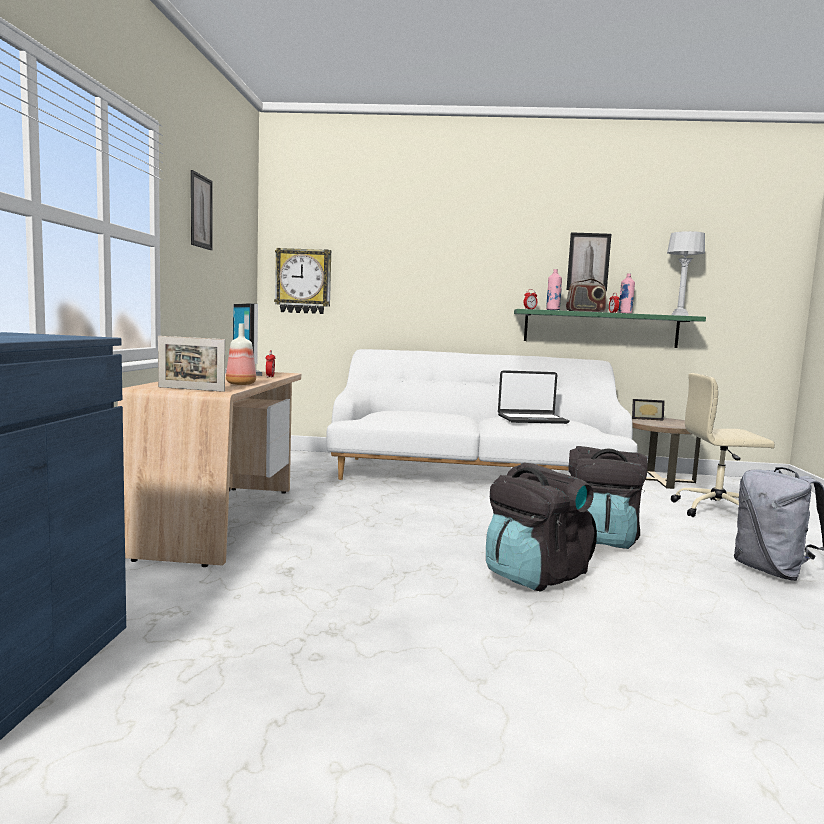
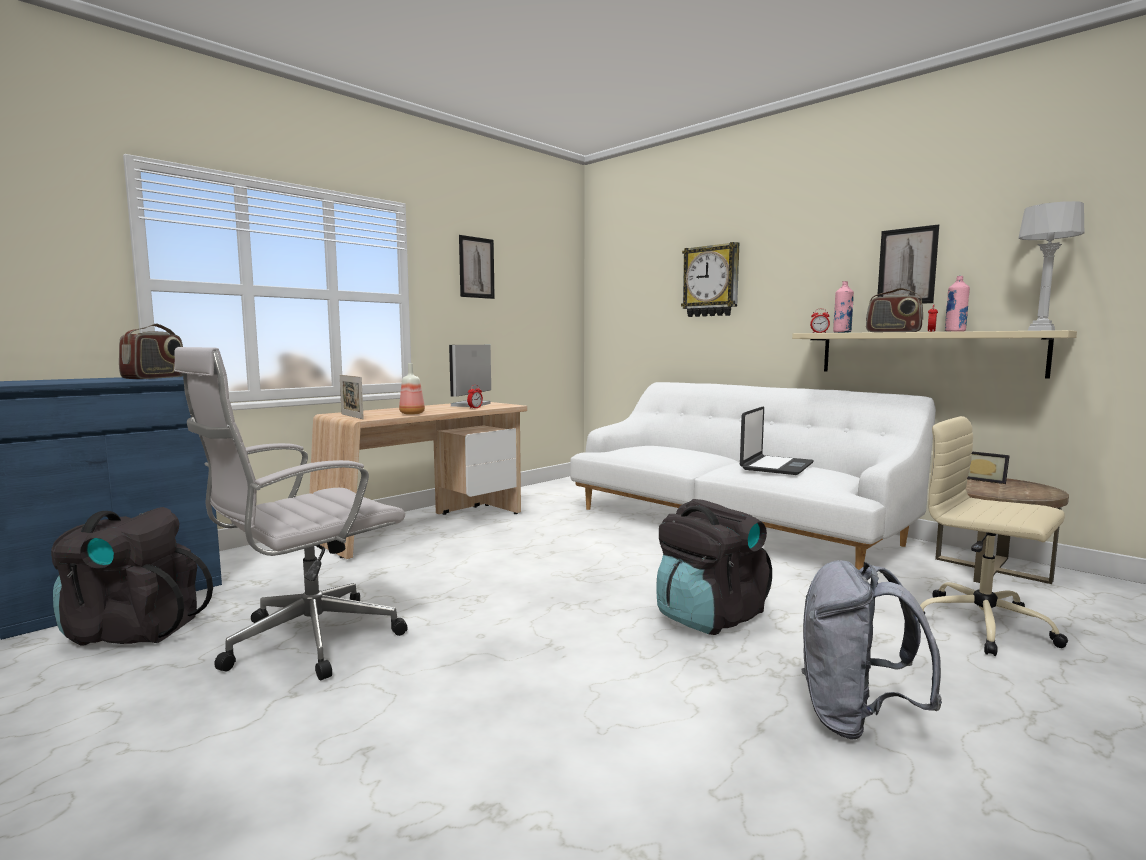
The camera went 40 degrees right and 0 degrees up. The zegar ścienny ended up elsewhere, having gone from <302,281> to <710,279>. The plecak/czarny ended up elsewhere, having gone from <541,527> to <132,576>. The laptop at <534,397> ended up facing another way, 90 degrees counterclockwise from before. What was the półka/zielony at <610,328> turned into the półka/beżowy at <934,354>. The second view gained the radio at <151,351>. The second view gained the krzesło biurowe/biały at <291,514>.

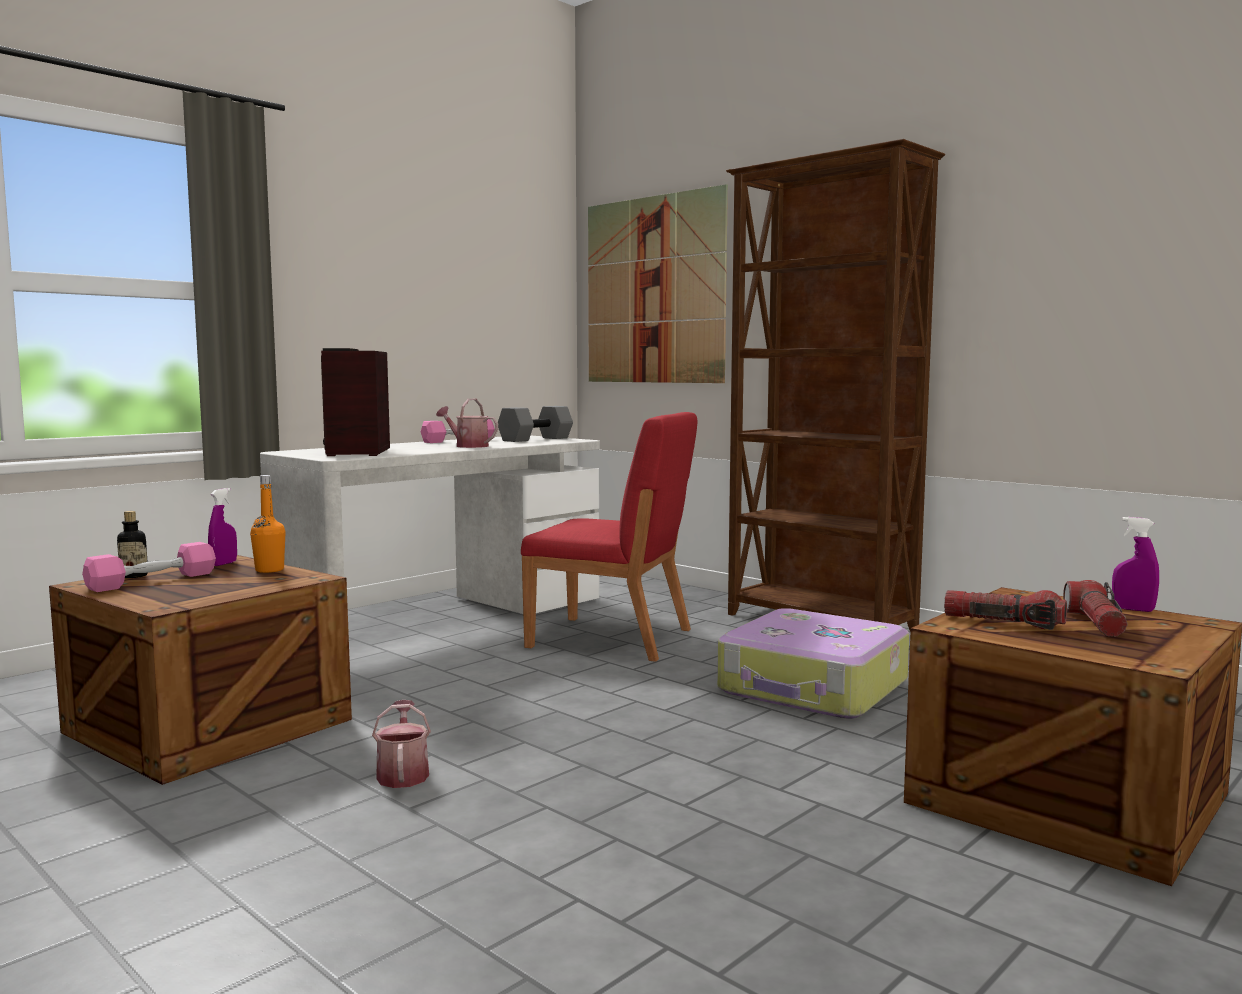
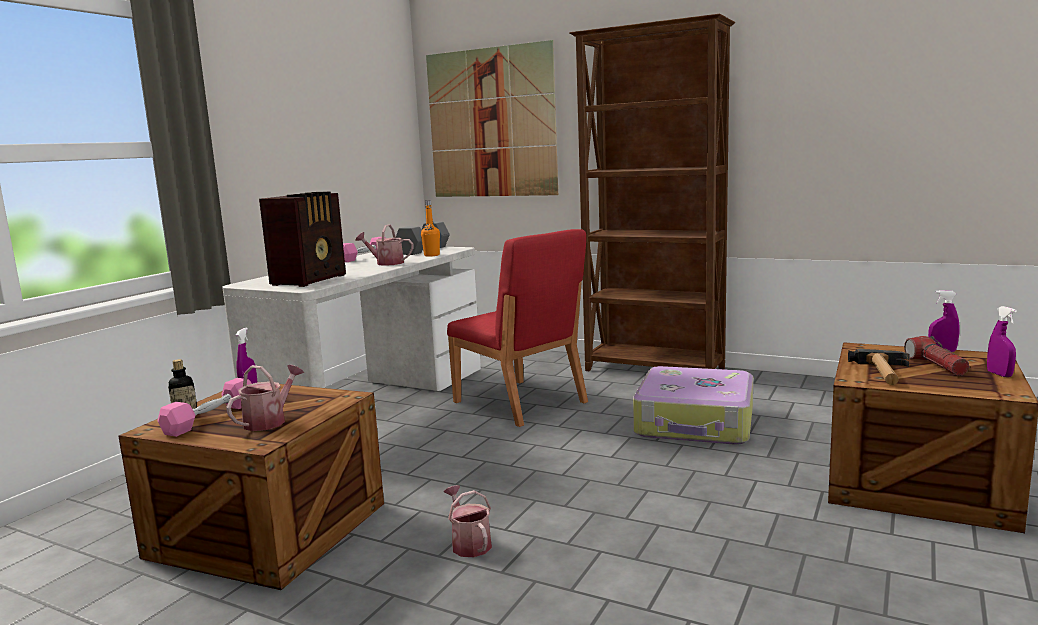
The camera went 15 degrees left and 5 degrees up. The butelka/pomarańczowy ended up elsewhere, having gone from <268,524> to <430,228>. The radio at <355,402> ended up facing another way, 135 degrees counterclockwise from before. The krzesło/czerwony at <609,537> ended up facing another way, 45 degrees clockwise from before. Where the latarka stood at <1005,610>, the młotek came to stand at <879,367>. The second view gained the konewka at <265,398>. The second view gained the spryskiwacz/fioletowy at <1002,341>.

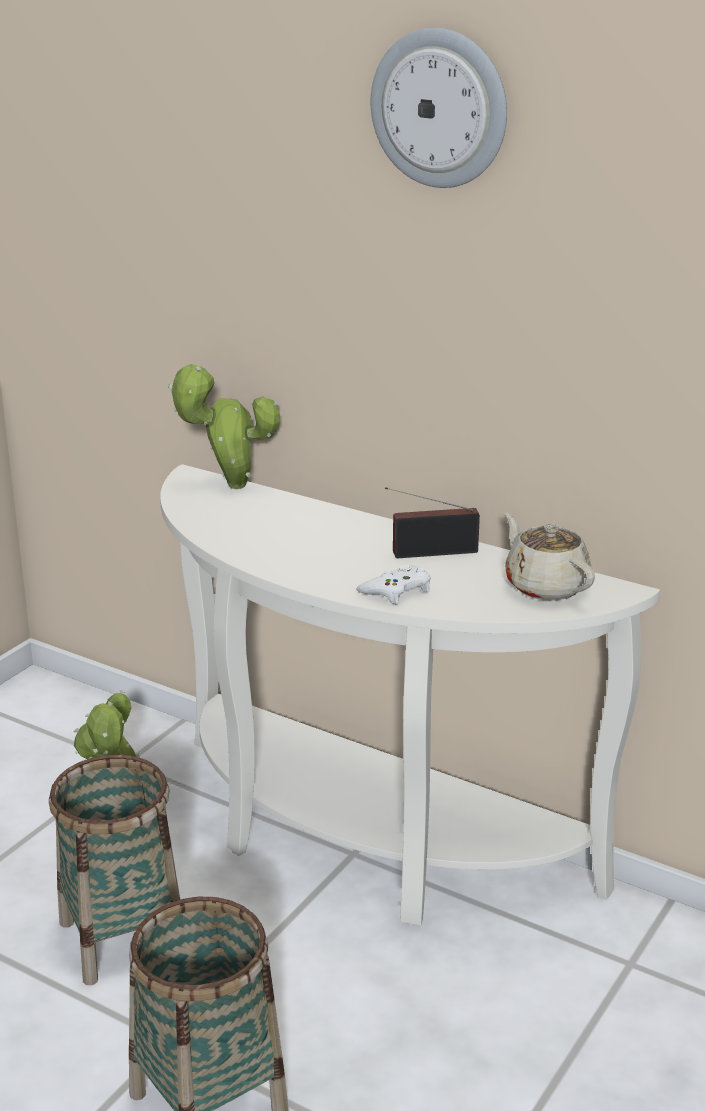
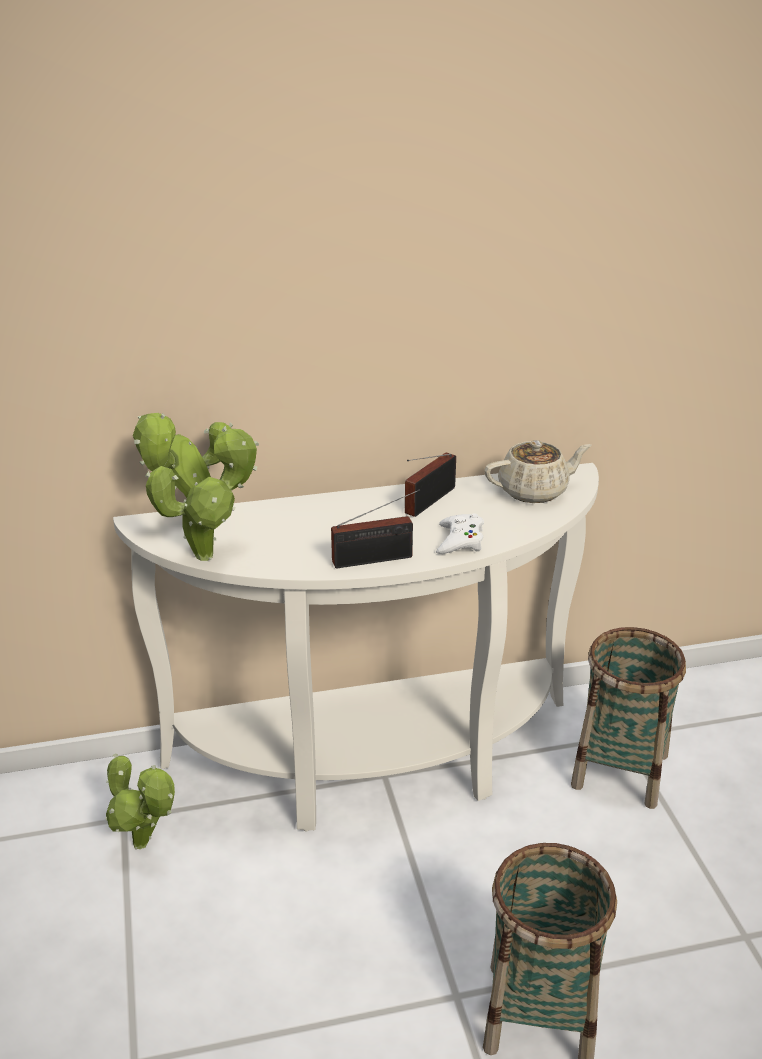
The camera went 45 degrees left and 5 degrees up. The koszyk ended up elsewhere, having gone from <114,870> to <628,718>. The second view lost the zegar ścienny at <439,107>. The imbryk/beżowy at <549,556> ended up facing another way, 150 degrees clockwise from before. The second view gained the roślina doniczkowa at <202,493>. The second view gained the radio at <375,528>.

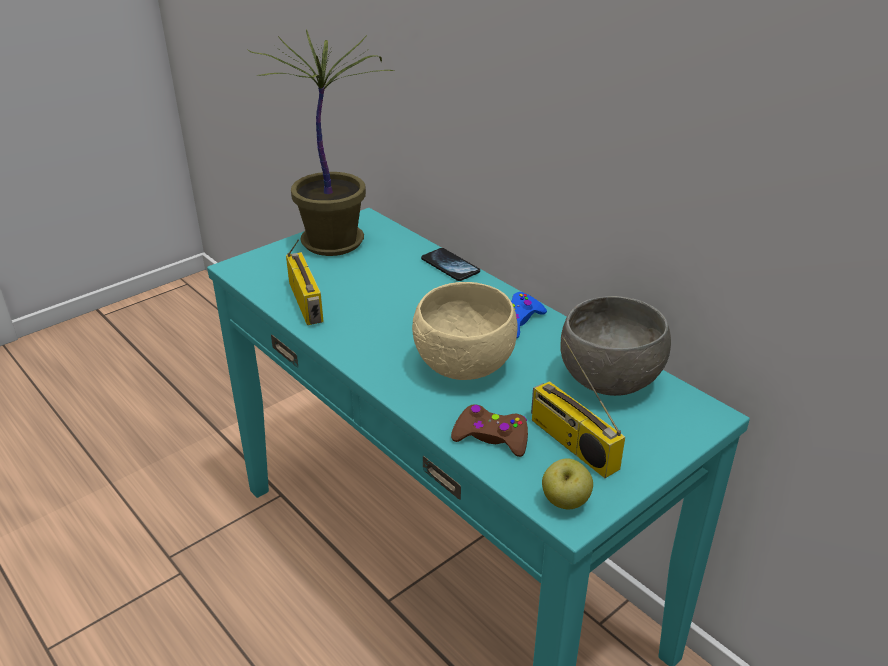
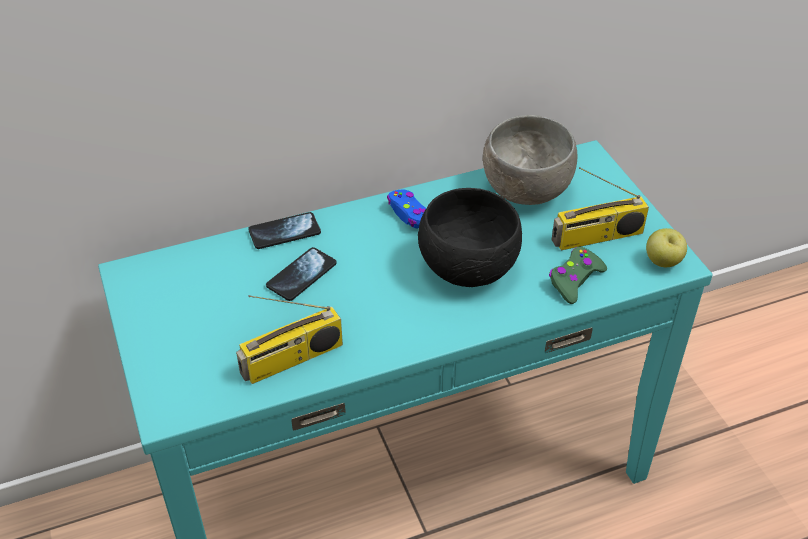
The camera went 70 degrees left and 10 degrees up. The second view lost the roślina doniczkowa at <321,142>. The radio at <305,282> ended up facing another way, 150 degrees clockwise from before. What was the miska/beżowy at <464,331> turned into the miska/czarny at <470,237>. What was the pad do gier/brązowy at <489,430> turned into the pad do gier/zielony at <578,275>. The second view gained the telefon at <301,274>.

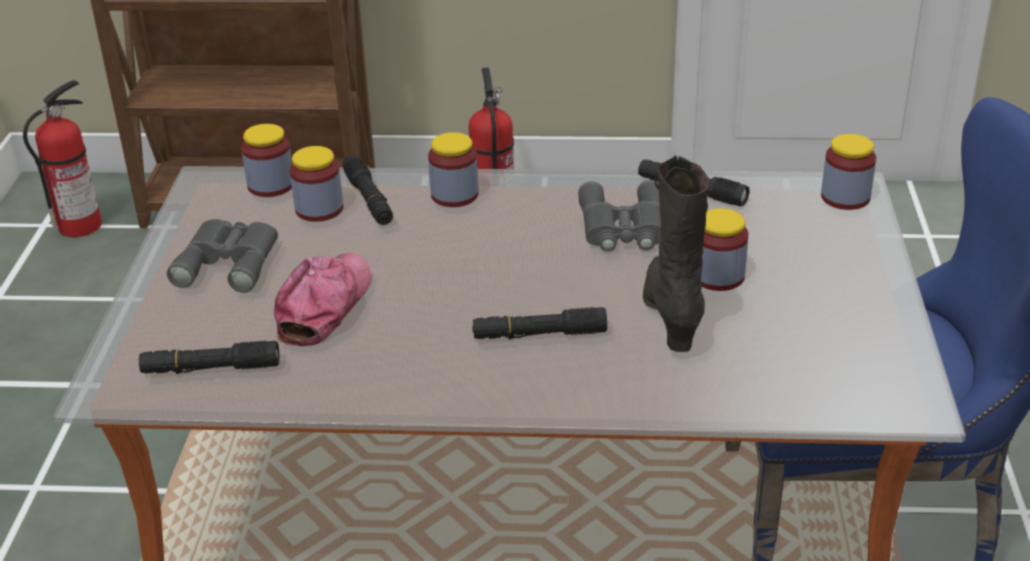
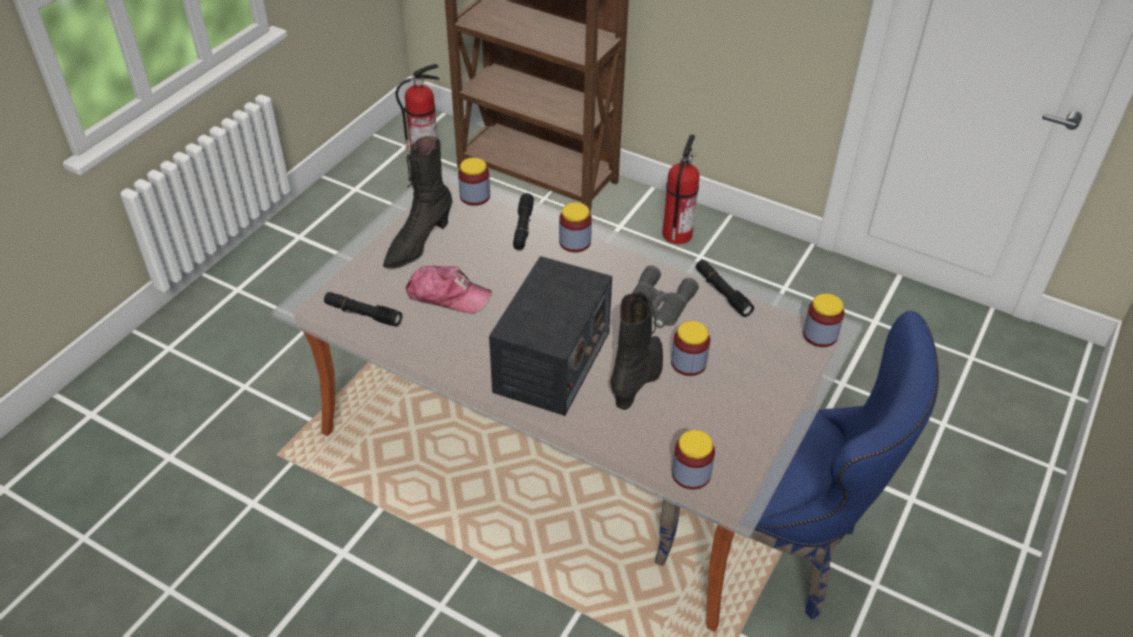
The camera went 25 degrees right and 10 degrees up. Where the lornetka/szary stood at <222,256>, the but z cholewką/czarny came to stand at <418,202>. The czapka z daszkiem at <323,299> ended up facing another way, 60 degrees clockwise from before. The słoik ended up elsewhere, having gone from <316,183> to <693,459>. Where the latarka/czarny stood at <540,323>, the radio came to stand at <550,336>.

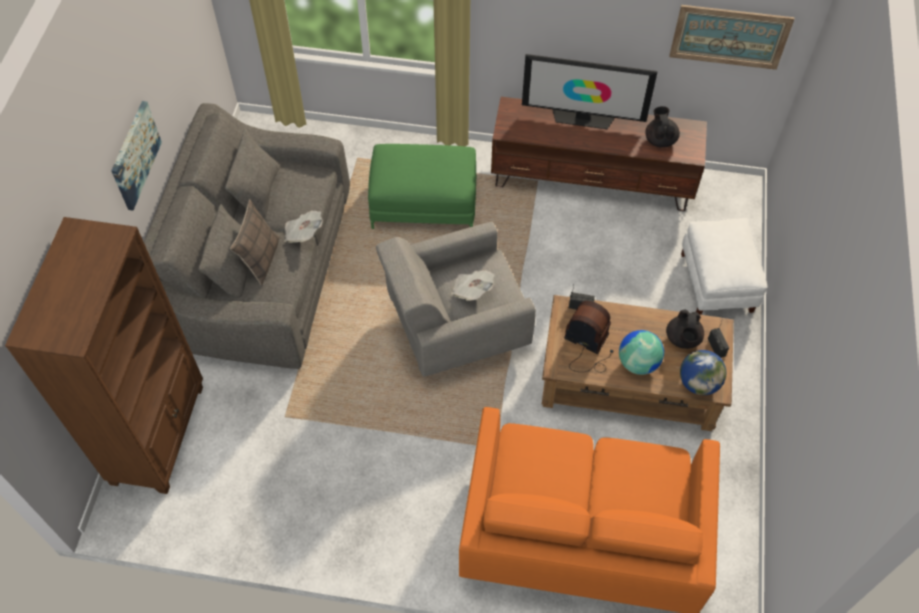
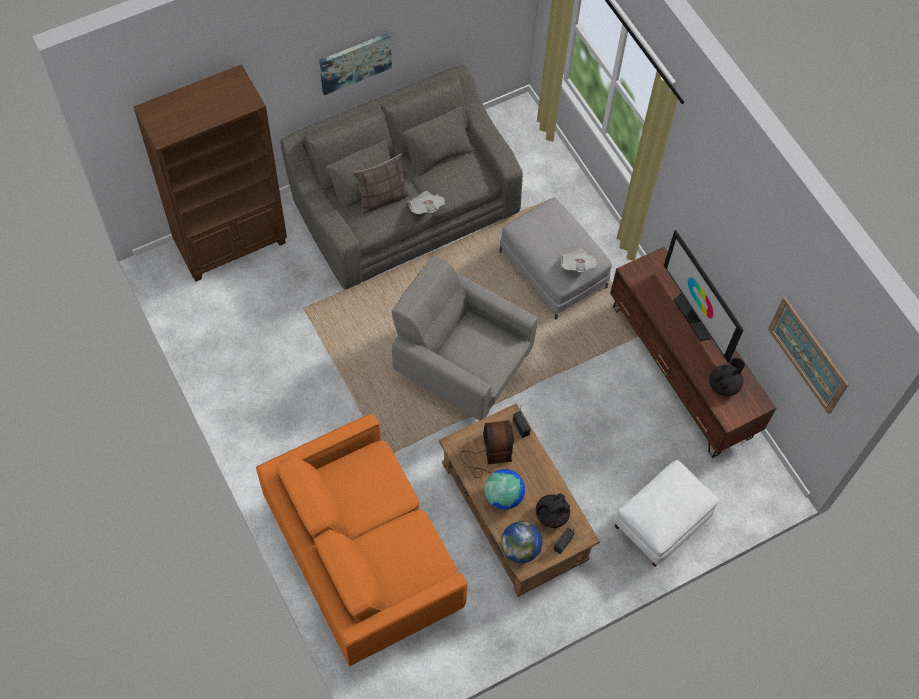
The camera went 50 degrees right and 5 degrees up. What was the pufa/zielony at <422,186> turned into the pufa/szary at <556,259>. The gazeta ended up elsewhere, having gone from <473,285> to <579,260>.

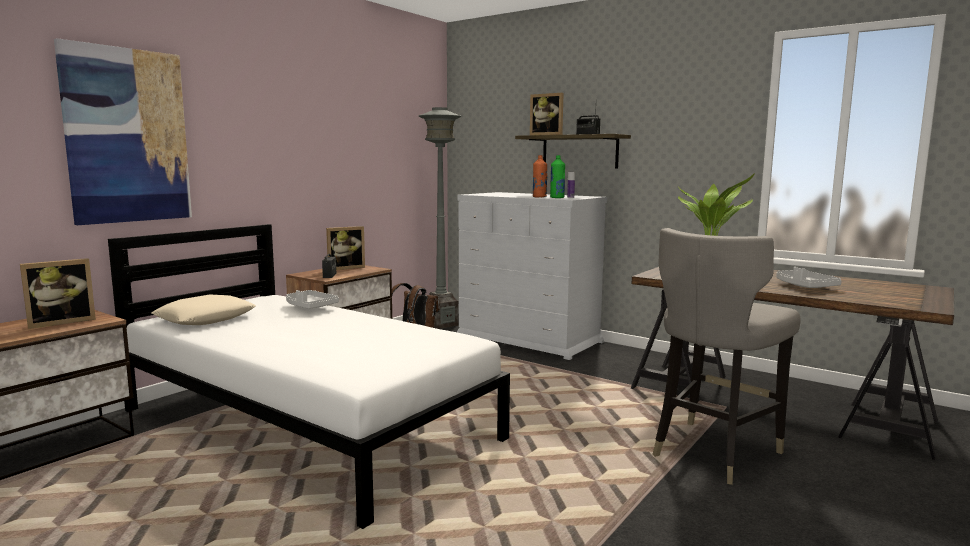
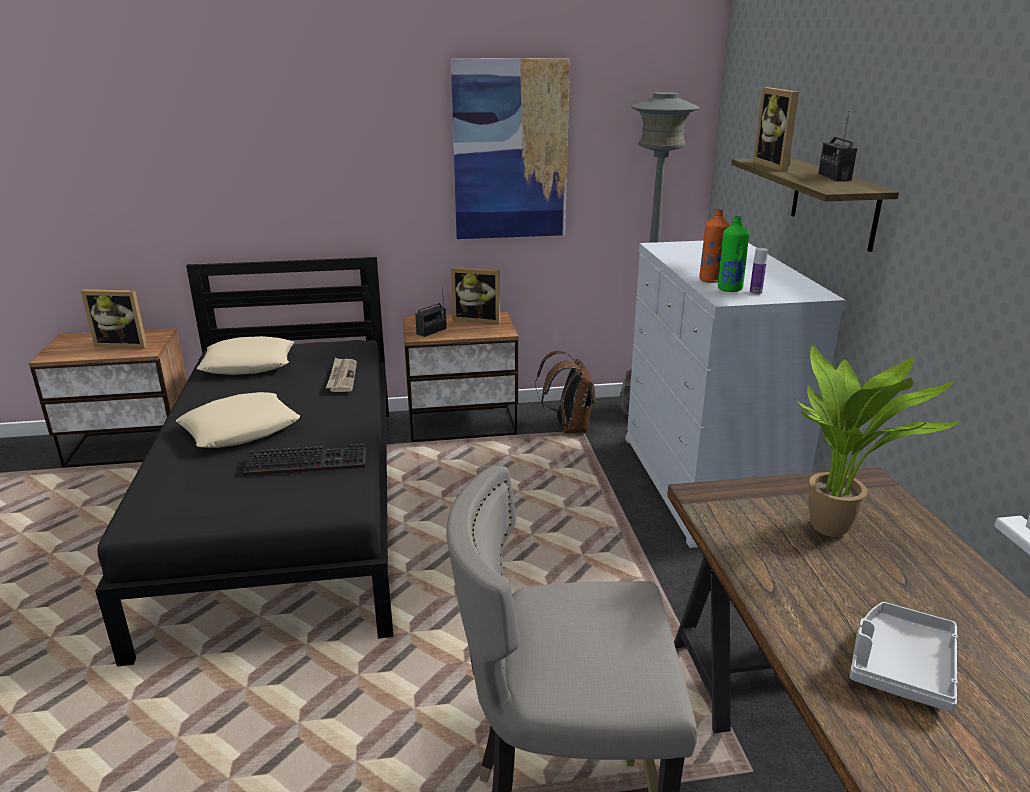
The camera went 45 degrees right and 15 degrees up. The obraz ended up elsewhere, having gone from <123,131> to <510,148>. What was the łóżko/biały at <309,376> turned into the łóżko/czarny at <244,461>. Where the taca/szary stood at <312,299>, the gazeta came to stand at <341,374>. The second view gained the poduszka/beżowy at <238,420>. The second view gained the klawiatura at <304,459>.

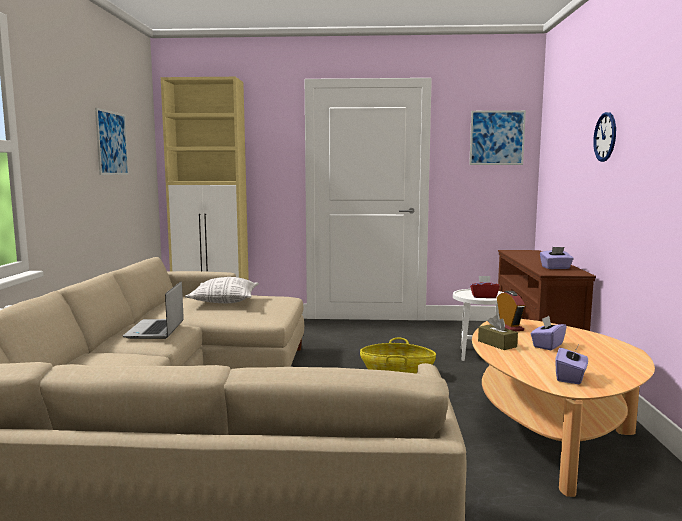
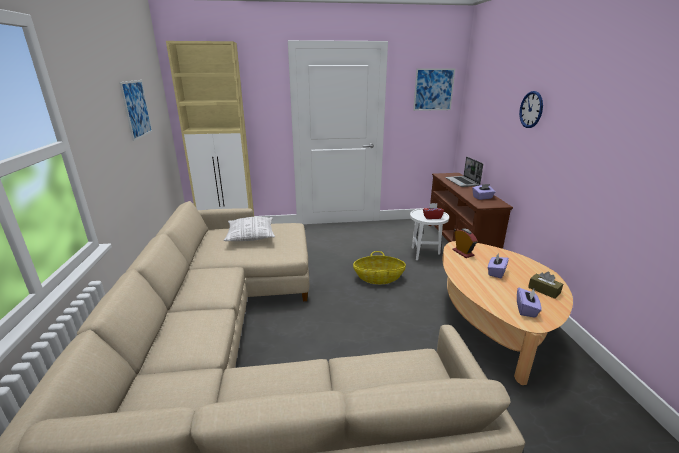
The camera went 10 degrees left and 15 degrees up. The laptop ended up elsewhere, having gone from <153,310> to <464,172>. The pudełko chusteczek/brązowy ended up elsewhere, having gone from <498,332> to <545,285>.

